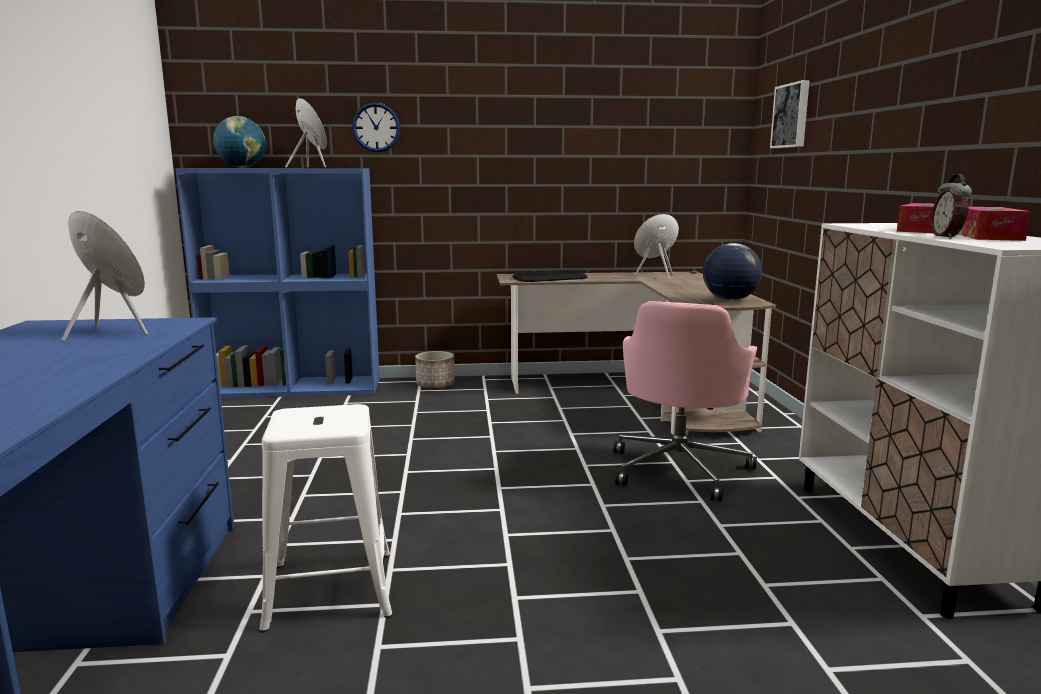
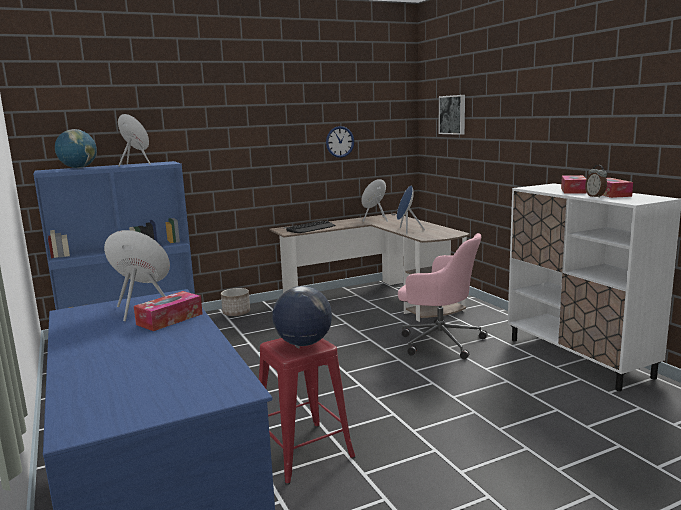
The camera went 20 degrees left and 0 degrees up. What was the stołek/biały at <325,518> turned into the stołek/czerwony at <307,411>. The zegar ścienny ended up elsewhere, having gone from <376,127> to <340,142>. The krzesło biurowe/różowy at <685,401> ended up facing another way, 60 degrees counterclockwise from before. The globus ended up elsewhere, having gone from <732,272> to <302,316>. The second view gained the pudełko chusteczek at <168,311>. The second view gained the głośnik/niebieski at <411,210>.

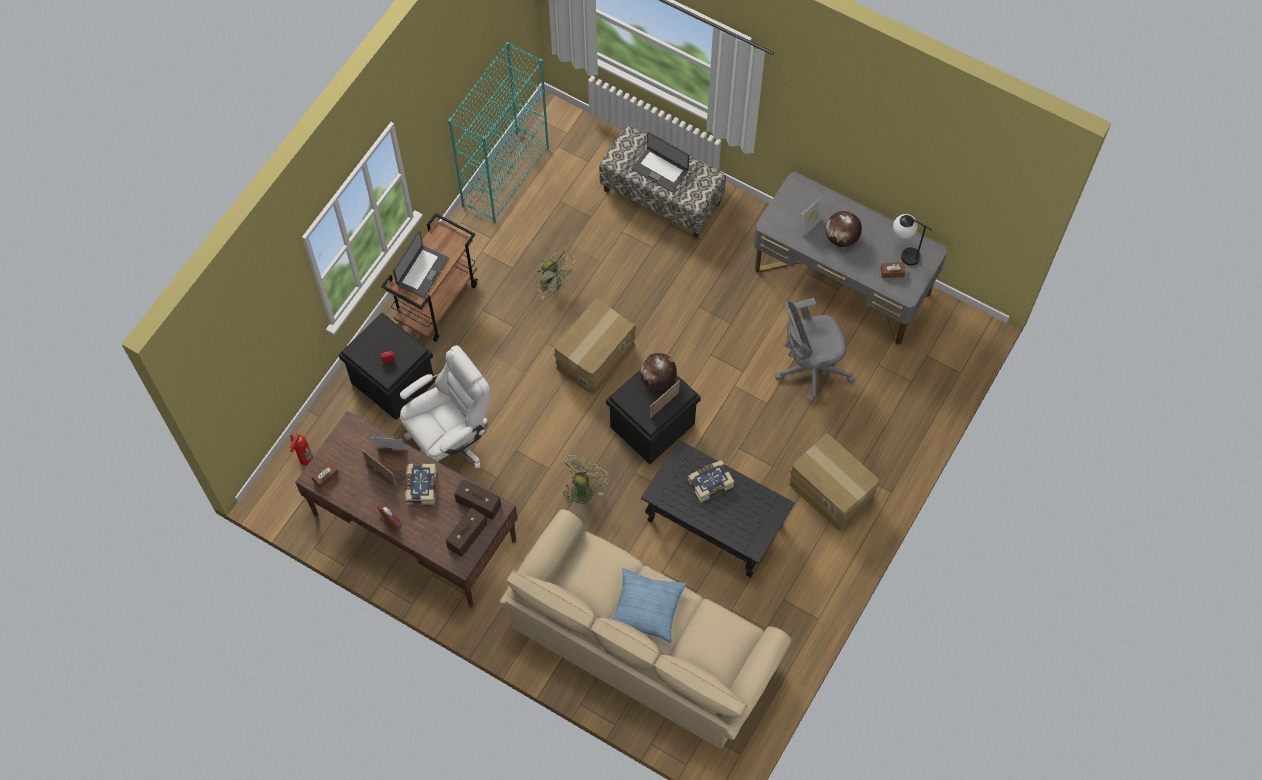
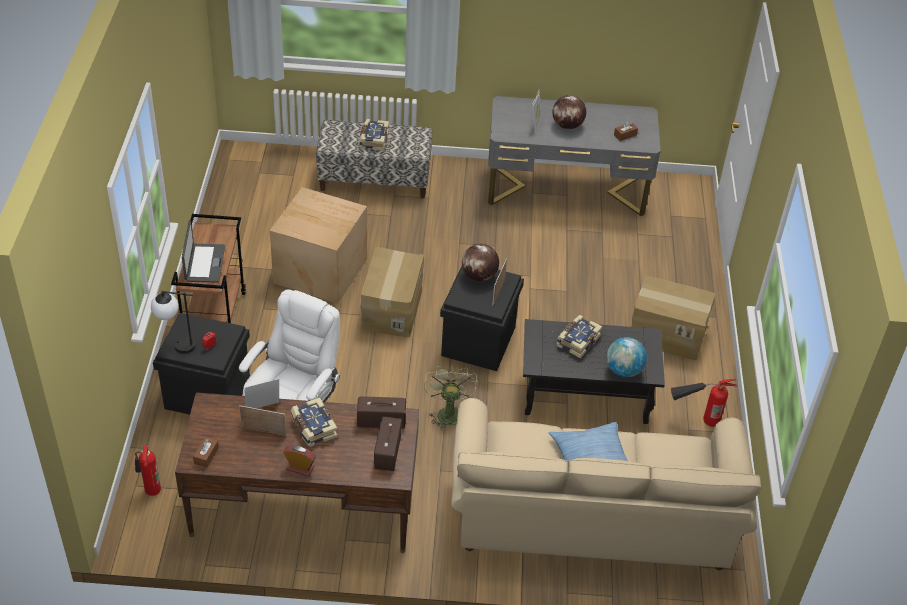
The camera went 30 degrees left and 20 degrees down. The second view lost the regał/turkusowy at <498,132>. Where the wentylator/zielony stood at <555,275>, the karton came to stand at <318,245>. Where the laptop stood at <660,162>, the książka came to stand at <374,135>. The second view lost the krzesło biurowe/szary at <815,350>. The lampa stołowa ended up elsewhere, having gone from <912,240> to <173,322>. The second view gained the globus at <626,357>. The second view gained the gaśnica at <704,402>.

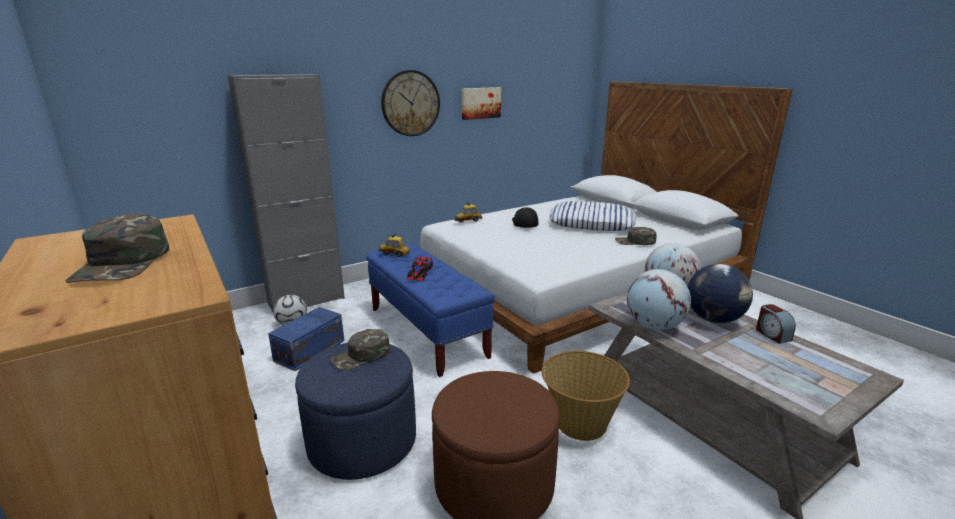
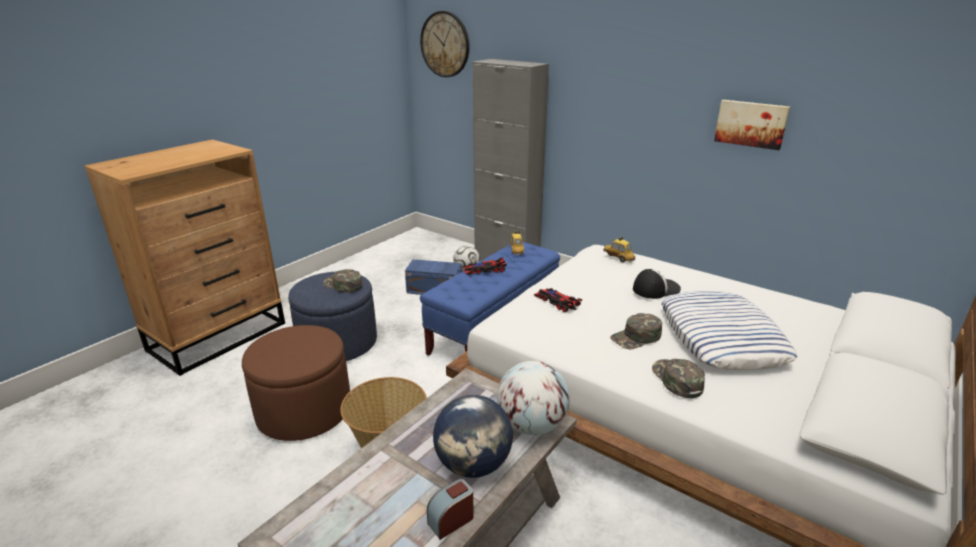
The camera went 70 degrees right and 5 degrees up. The czapka z daszkiem/zielony ended up elsewhere, having gone from <117,248> to <636,331>. The zegar ścienny ended up elsewhere, having gone from <410,103> to <444,44>. The second view lost the globus at <659,299>. The second view gained the samochodzik at <558,300>.

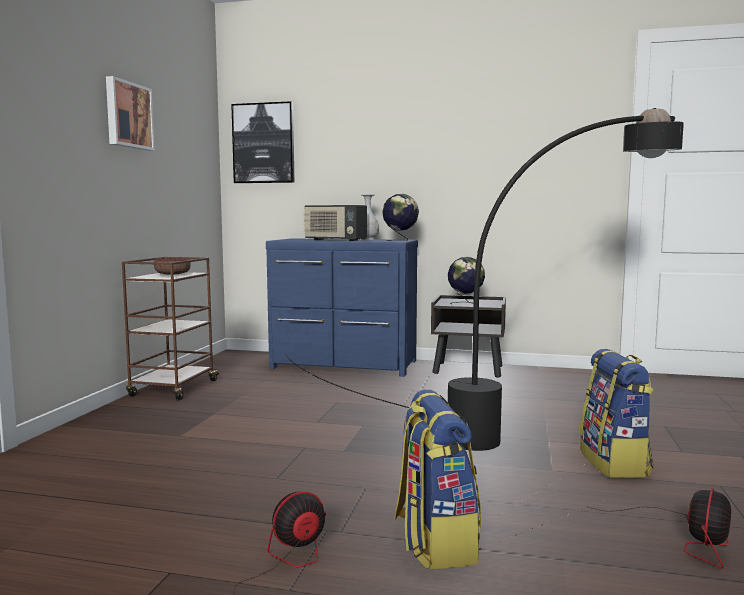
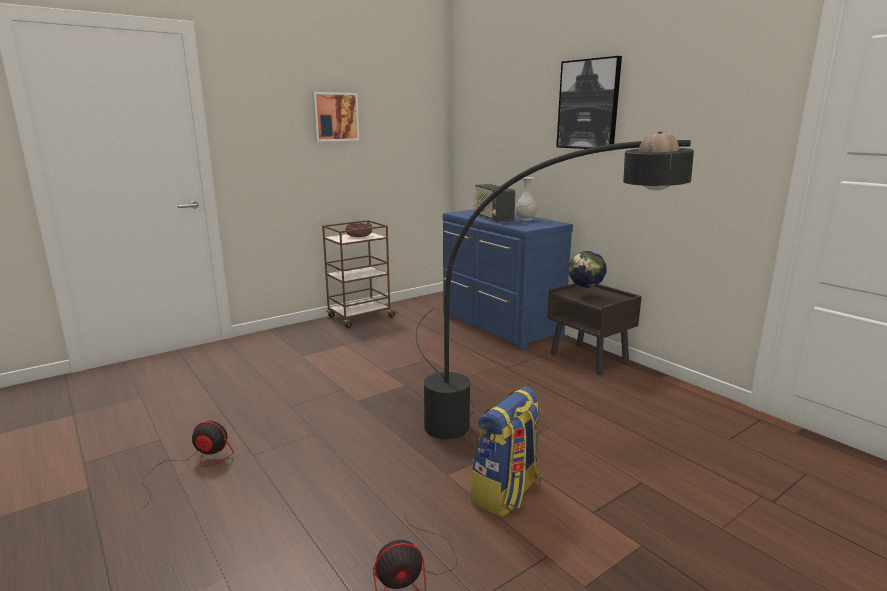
The camera went 40 degrees right and 10 degrees up. The obraz ended up elsewhere, having gone from <262,142> to <589,102>. The second view lost the globus at <400,217>. The second view lost the plecak at <437,479>.

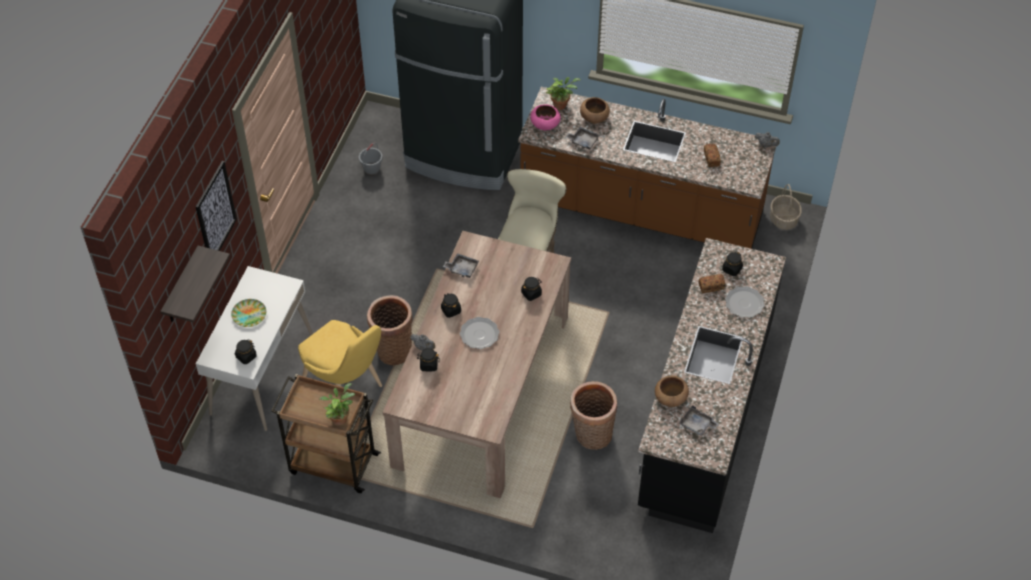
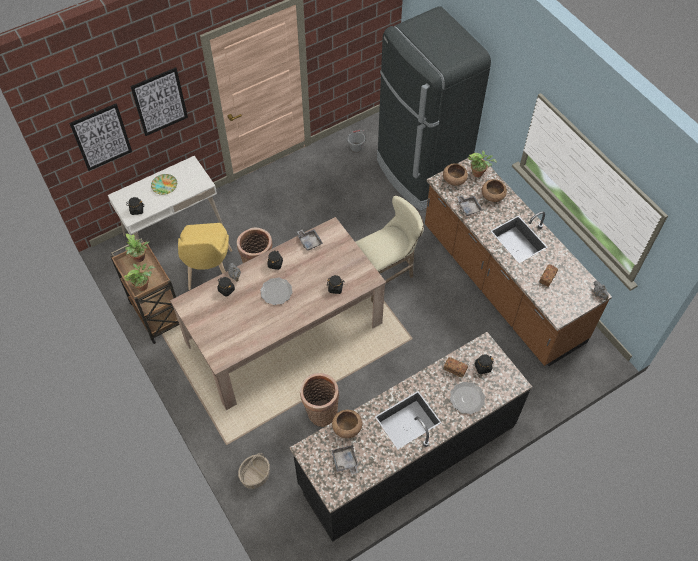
The camera went 40 degrees right and 5 degrees up. Where the półka hung at <195,284>, the obraz came to hang at <100,137>. What was the miska/różowy at <545,118> turned into the miska/brązowy at <455,174>. The koszyk ended up elsewhere, having gone from <786,207> to <254,471>. The second view gained the roślina doniczkowa at <137,247>.

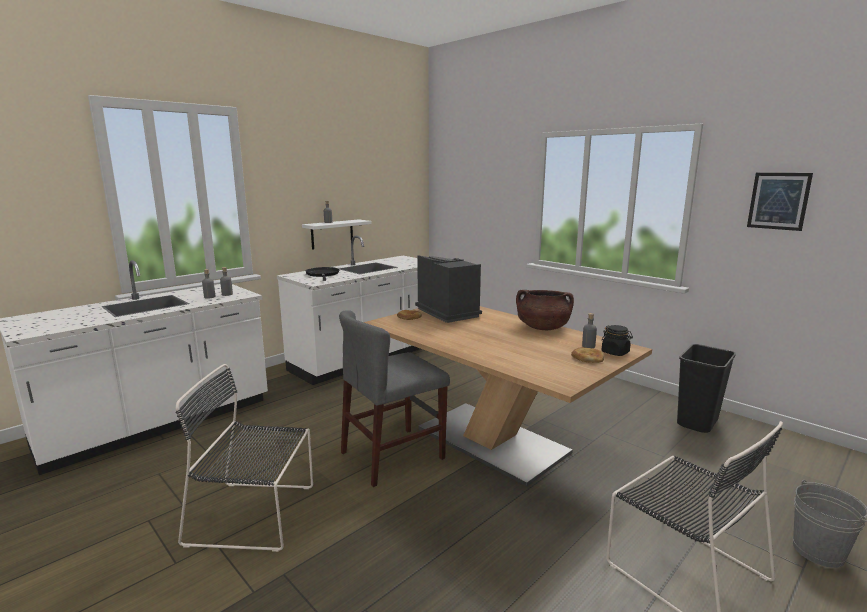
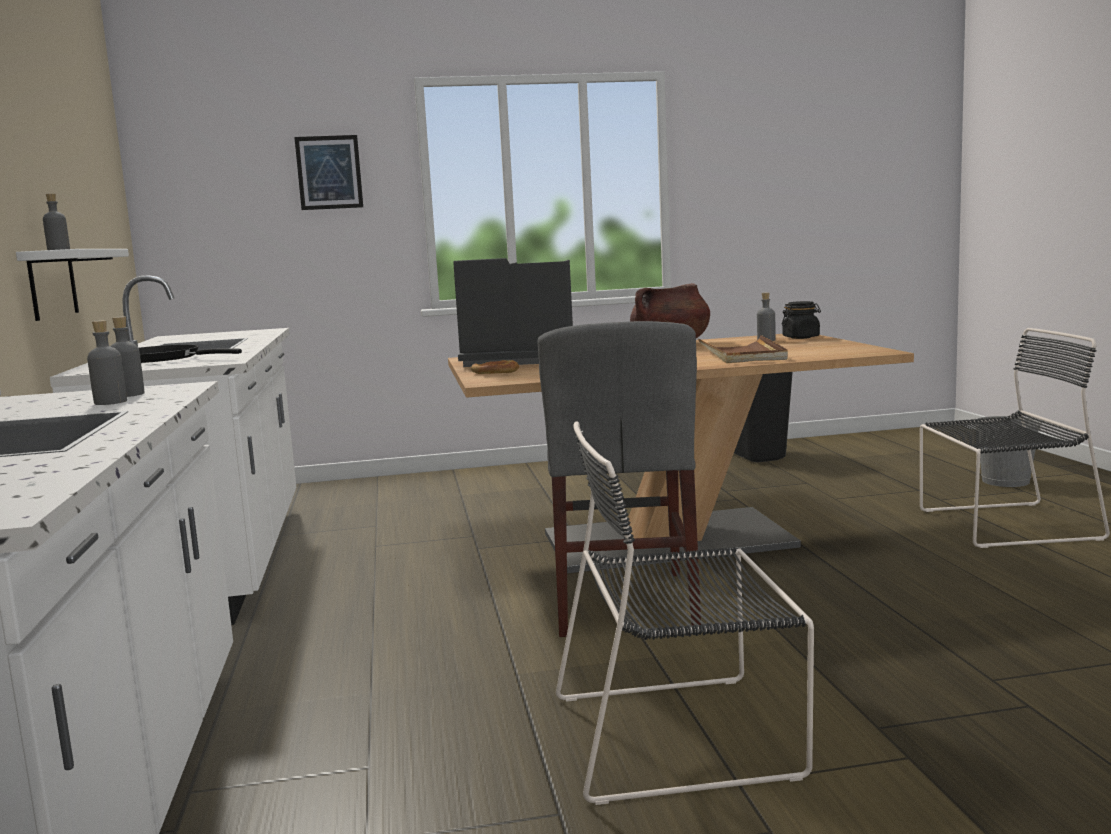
The camera went 55 degrees left and 5 degrees down. The krzesło/czarny at <244,458> ended up facing another way, 45 degrees clockwise from before. The second view lost the chleb at <587,355>. The obraz ended up elsewhere, having gone from <780,202> to <328,172>. The second view gained the taca/brązowy at <743,349>.

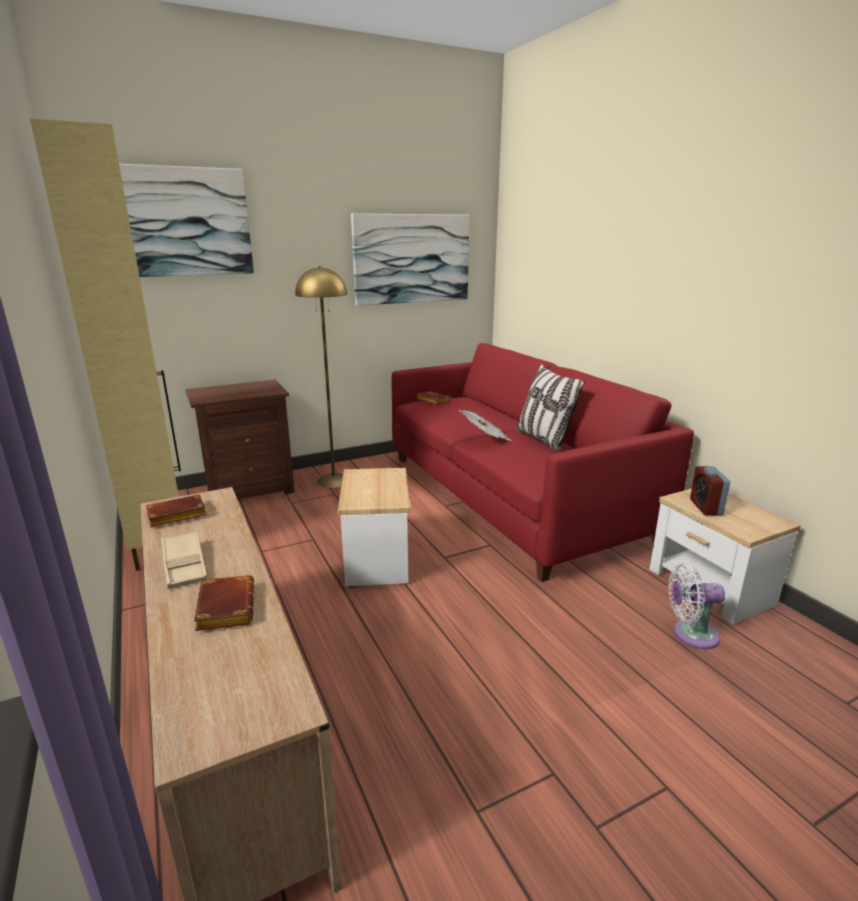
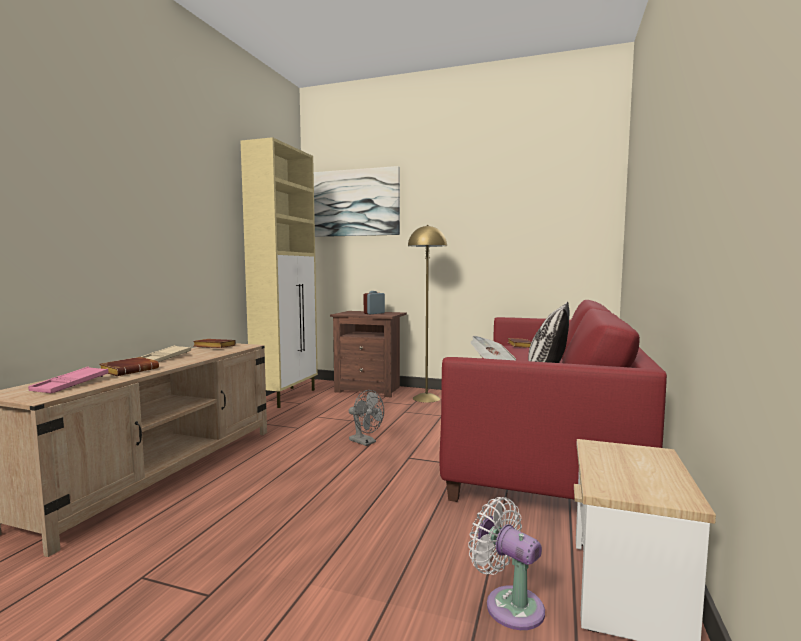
The camera went 45 degrees right and 15 degrees down. Where the stolik stood at <374,527>, the wentylator/szary came to stand at <366,418>. The second view lost the obraz at <410,259>. The budzik ended up elsewhere, having gone from <710,490> to <374,302>. The second view gained the taca/różowy at <68,380>.

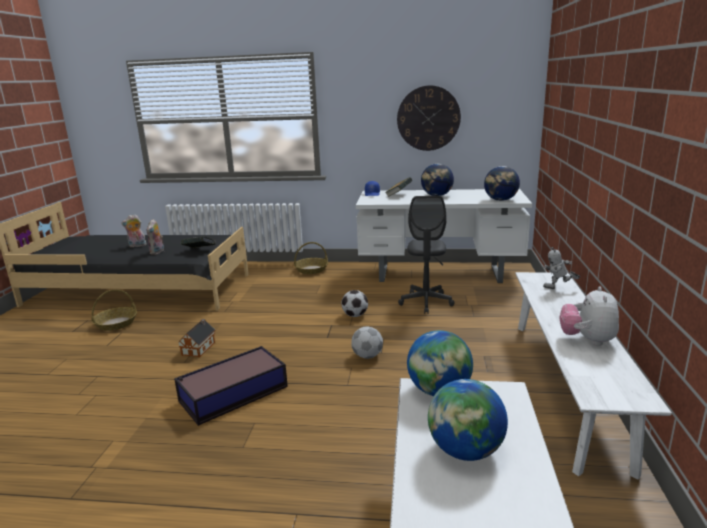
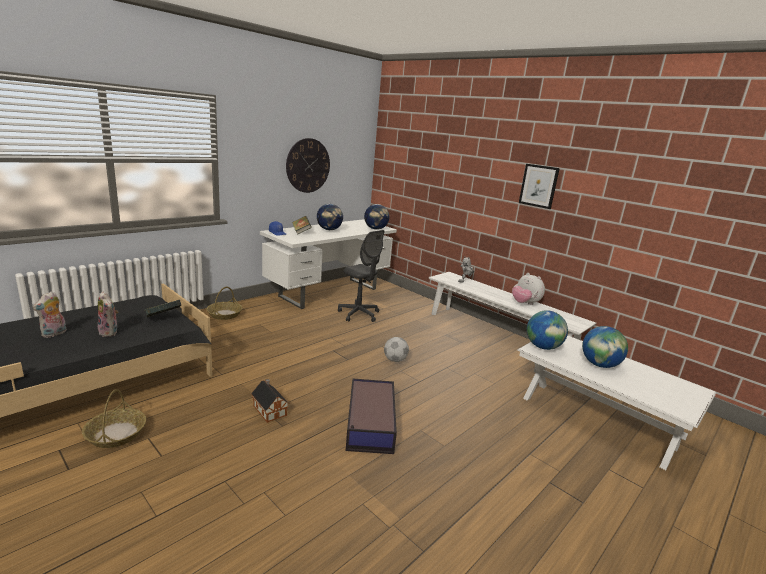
The camera went 55 degrees left and 0 degrees up. The second view lost the piłka futbolowa at <354,303>. The second view gained the obraz at <539,186>.

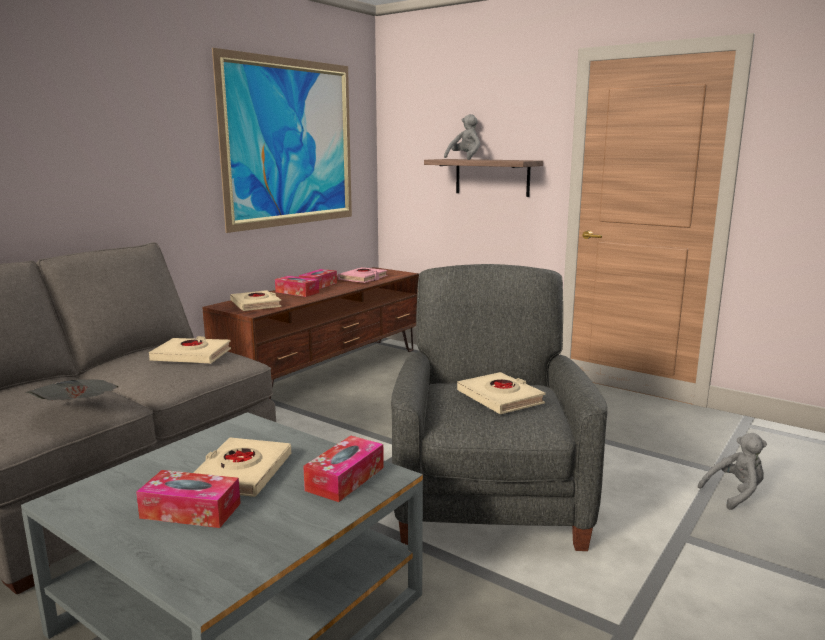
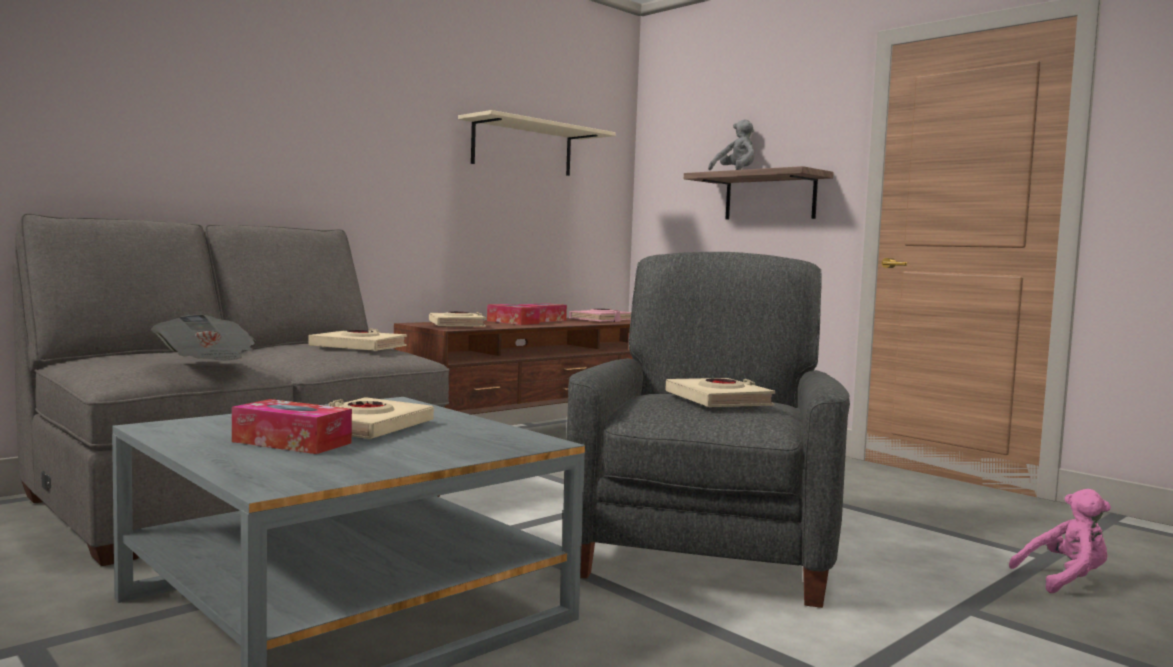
The camera went 10 degrees right and 10 degrees down. Where the obraz hung at <282,140>, the półka/beżowy came to hang at <537,143>. The second view lost the pudełko chusteczek at <343,469>. What was the pluszak/szary at <732,471> turned into the pluszak/różowy at <1060,541>.

